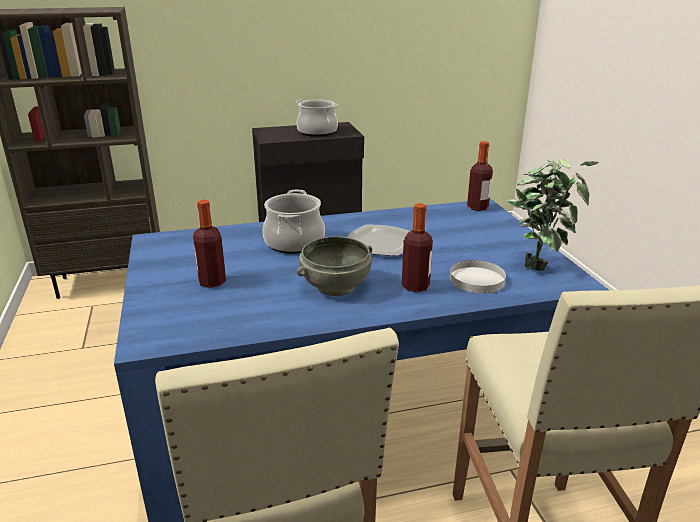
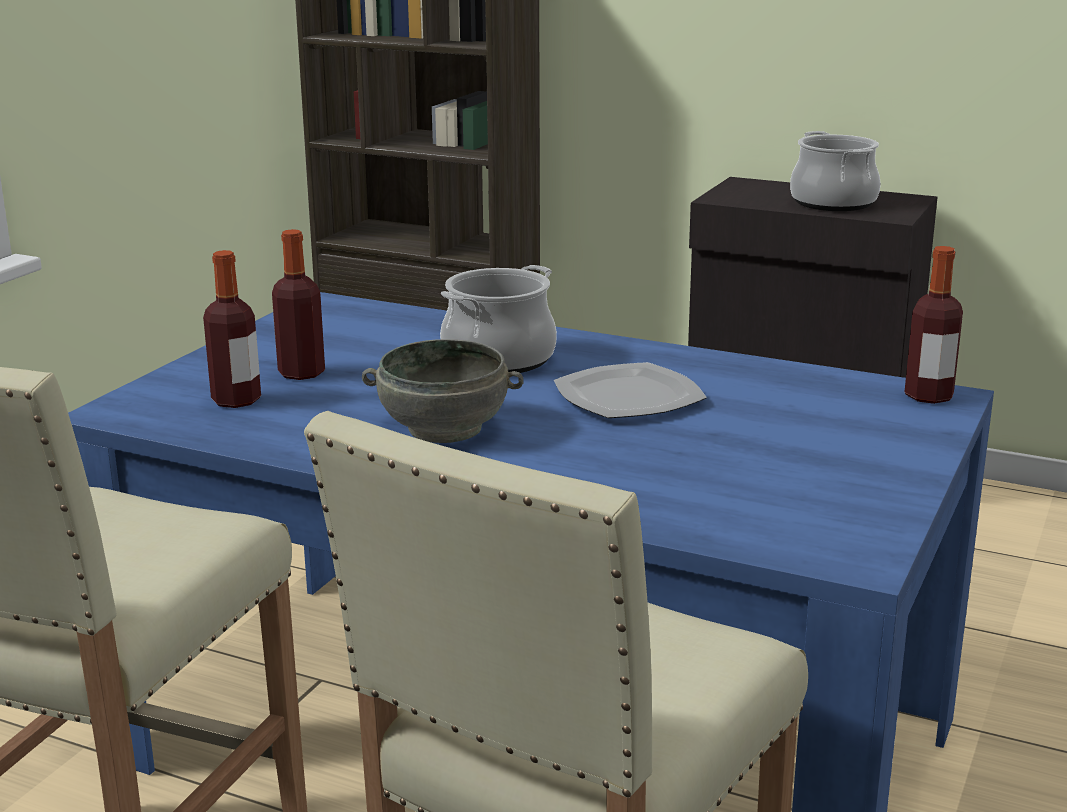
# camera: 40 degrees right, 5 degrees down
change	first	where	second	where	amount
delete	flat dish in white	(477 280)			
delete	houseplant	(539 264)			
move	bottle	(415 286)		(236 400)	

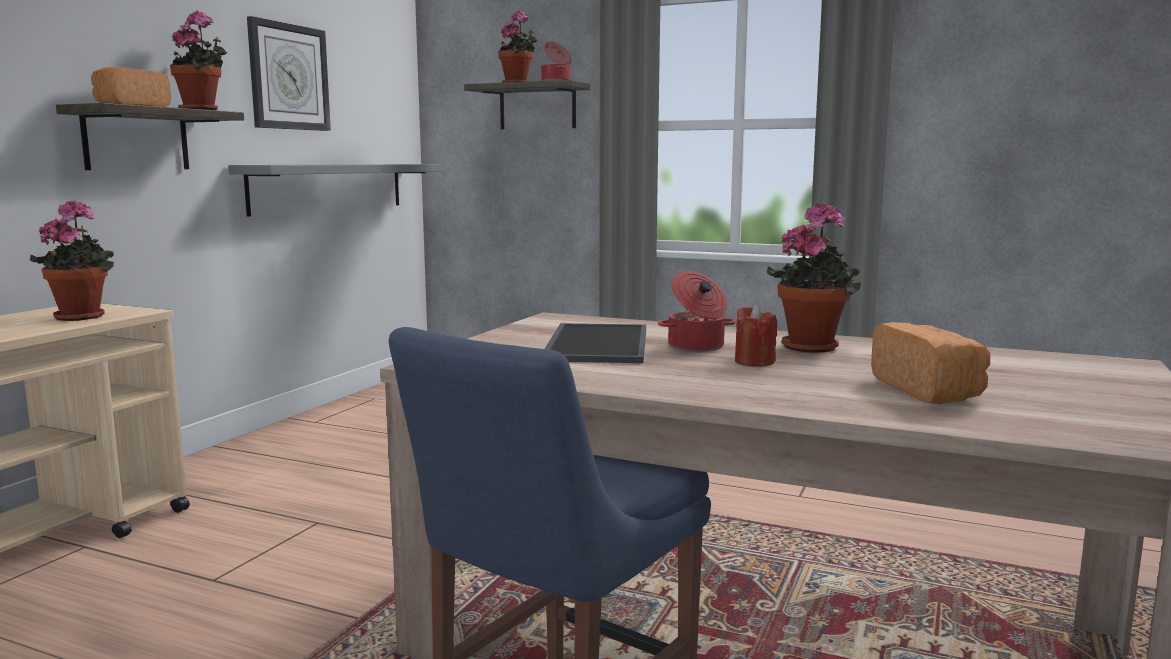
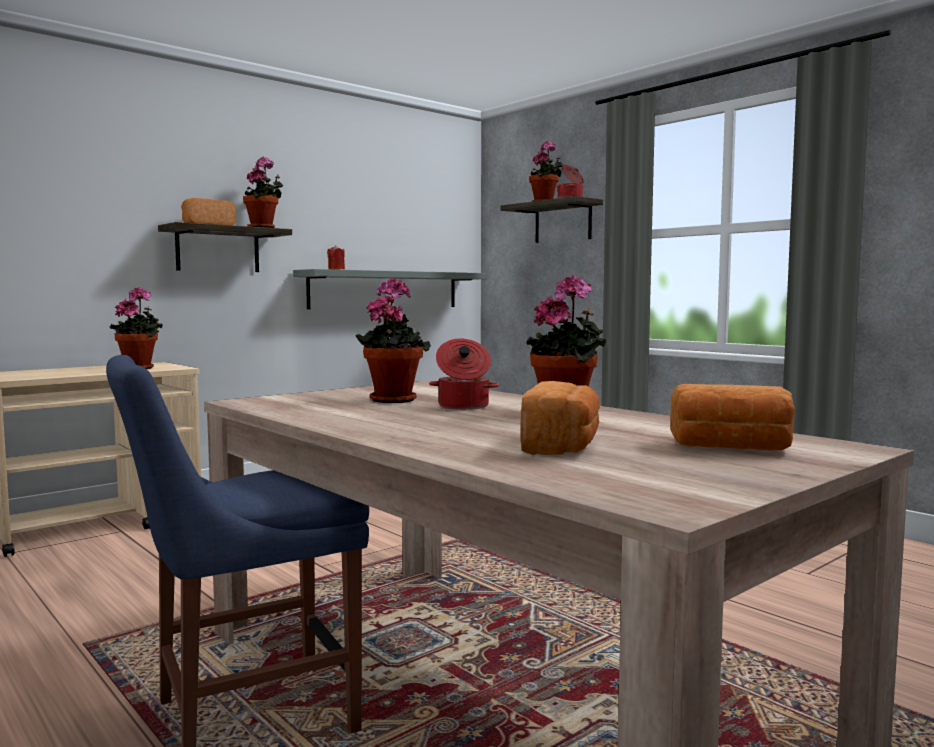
# camera: 25 degrees right, 5 degrees down
change	first	where	second	where	amount
delete	wall clock	(288 77)			
insert			bread	(731 448)	
move	candle in red	(754 362)		(336 269)	
replace	carrying tray	(595 343)	houseplant	(393 399)	

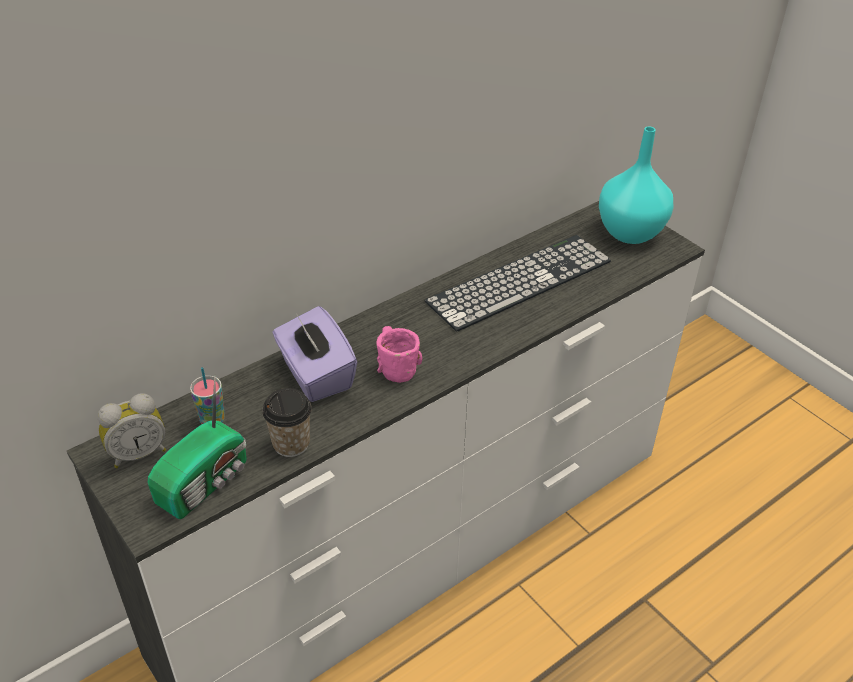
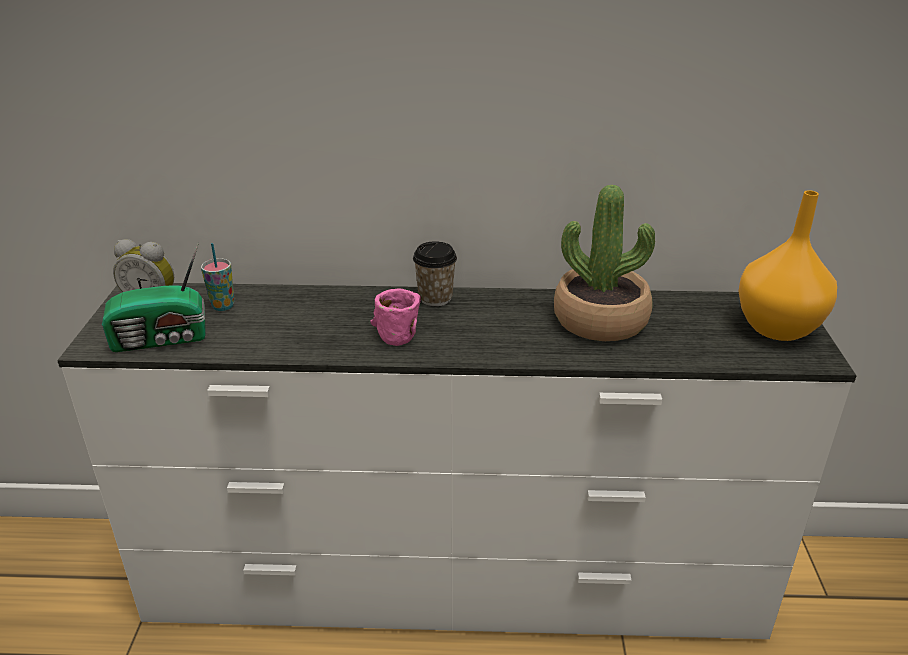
# camera: 40 degrees right, 10 degrees down
change	first	where	second	where	amount
delete	box of tissues in purplish	(315 375)			
move	drinking cup	(291 444)		(435 298)	
replace	keyboard	(519 281)	houseplant	(600 320)	
recolor	vase in turquoise-coloured	(631 232)	vase in orange-coloured	(779 329)	

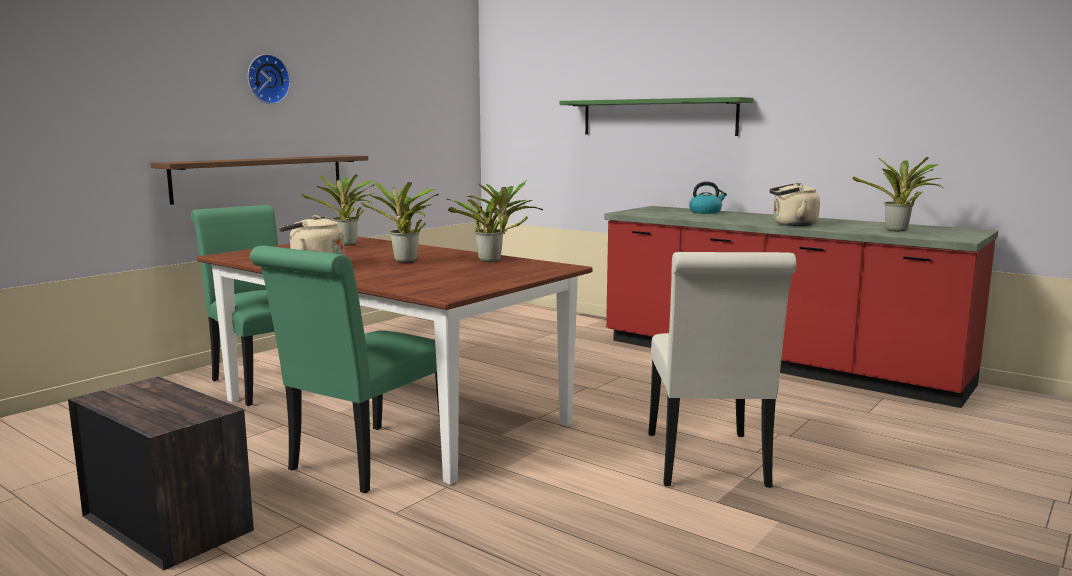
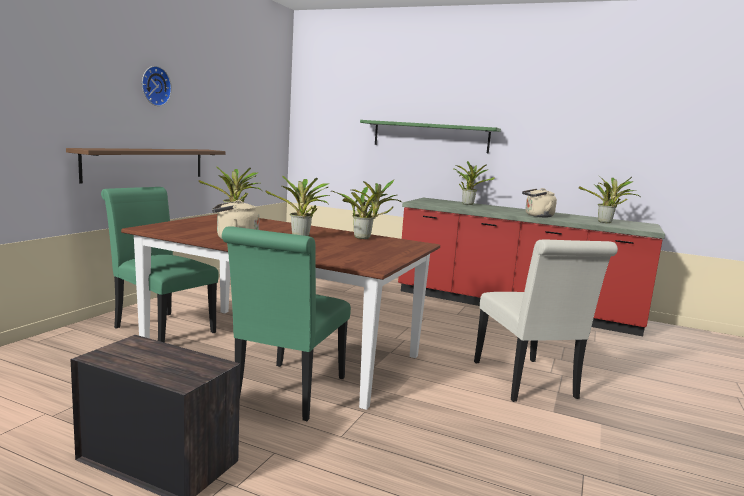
# camera: 15 degrees left, 0 degrees up
change	first	where	second	where	amount
replace	tea kettle	(706 212)	houseplant	(467 204)	

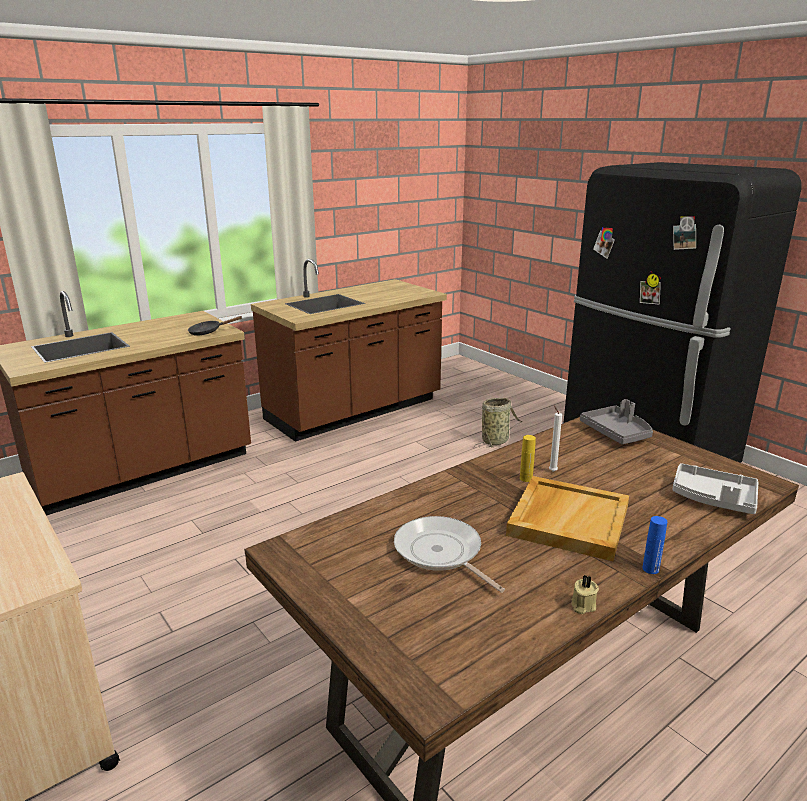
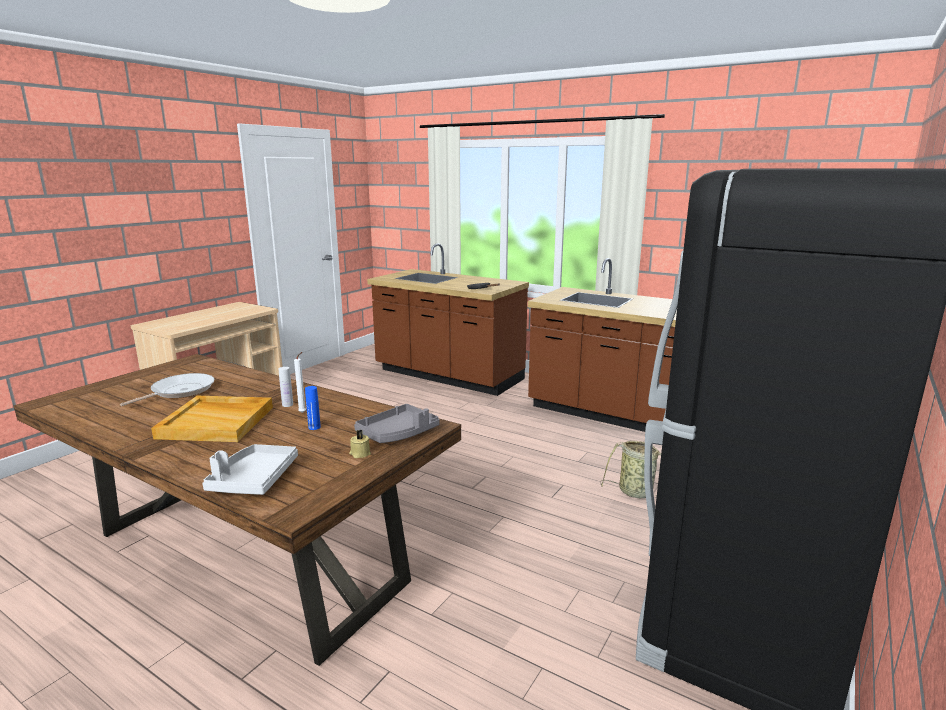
# camera: 70 degrees right, 5 degrees down
change	first	where	second	where	amount
move	candle in beige-coloured	(582 605)		(359 454)	
move	bottle in blue	(650 569)		(314 427)	
recolor	bottle in yellow	(526 478)	bottle in white	(287 405)	

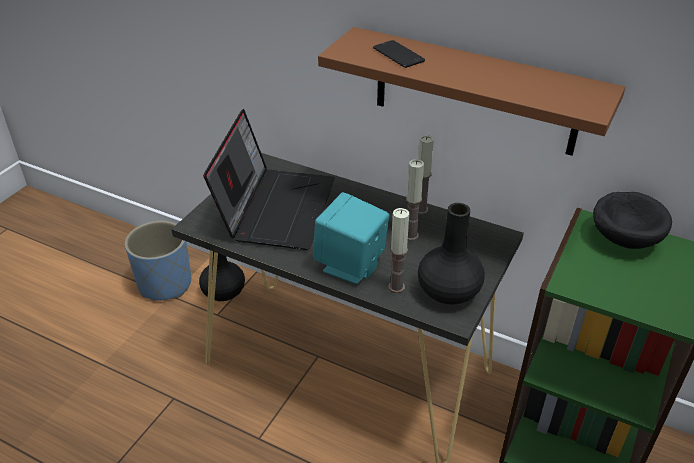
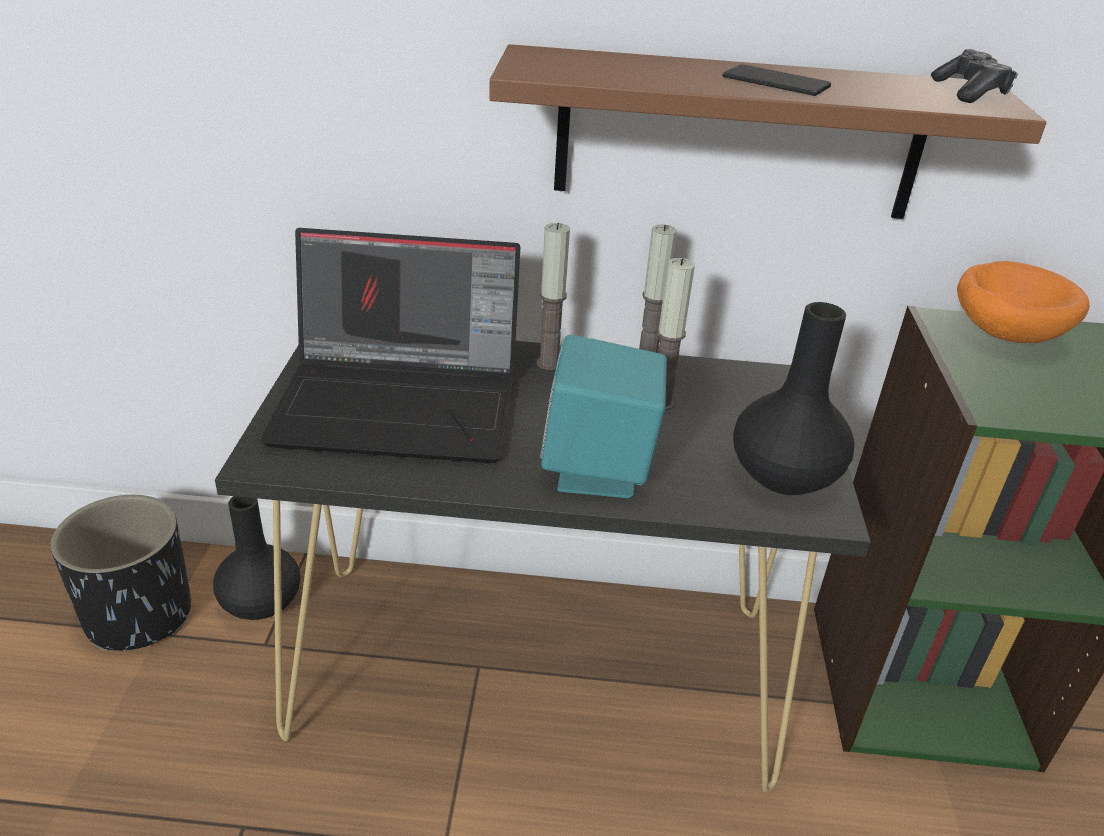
# camera: 25 degrees left, 5 degrees down
change	first	where	second	where	amount
insert			game controller	(970 92)	
move	handset	(398 55)		(775 82)	
move	candle	(396 287)		(549 363)	
recolor	planter in blue	(165 284)	planter in blackish	(139 615)	
recolor	bowl in blackish	(624 237)	bowl in orange-coloured	(1004 332)	
rotate	laptop	(276 207)		(402 403)	105 degrees clockwise

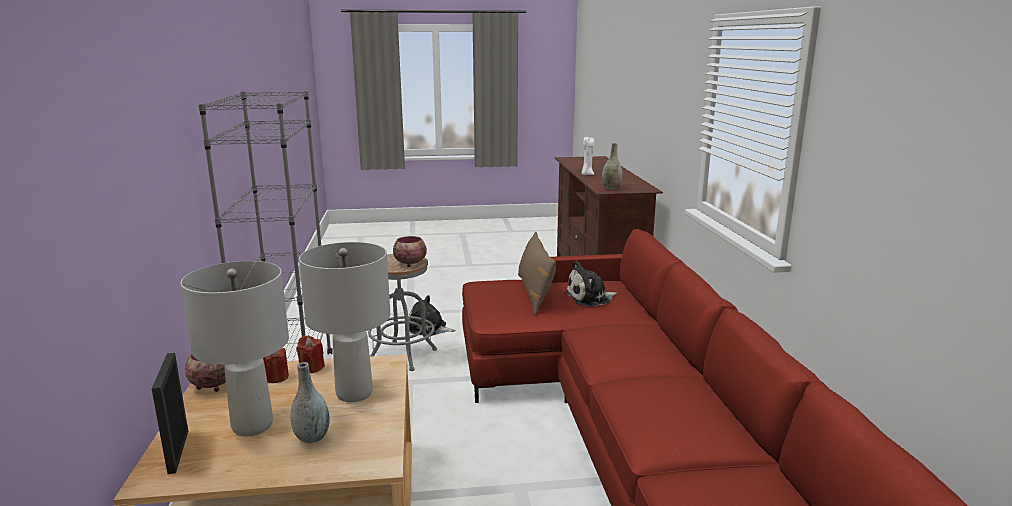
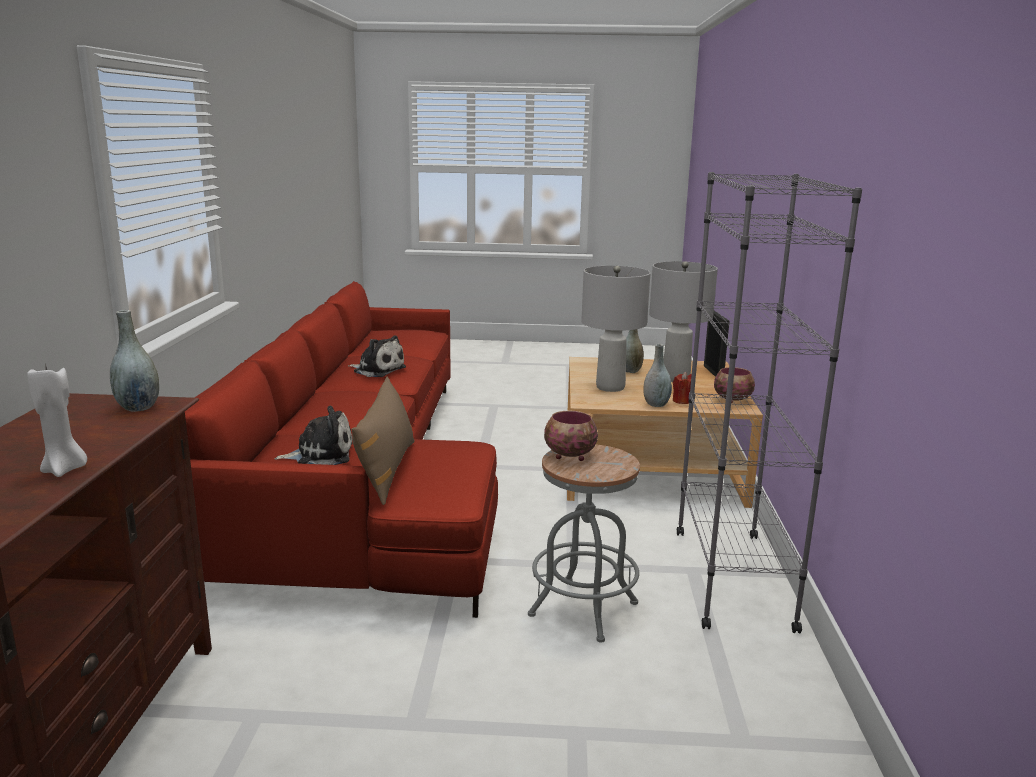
# camera: 170 degrees left, 0 degrees up
change	first	where	second	where	amount
move	soft toy	(429 328)		(377 370)	
replace	candle in red	(311 368)	vase in greyish	(656 404)	

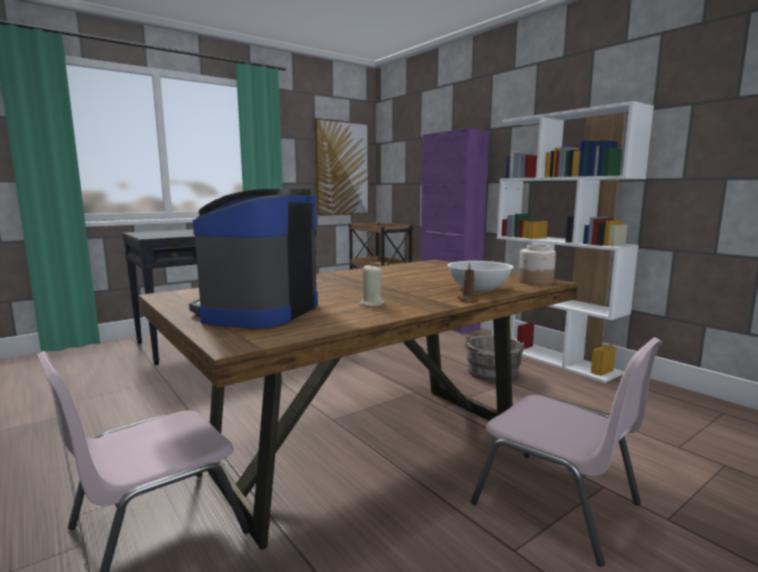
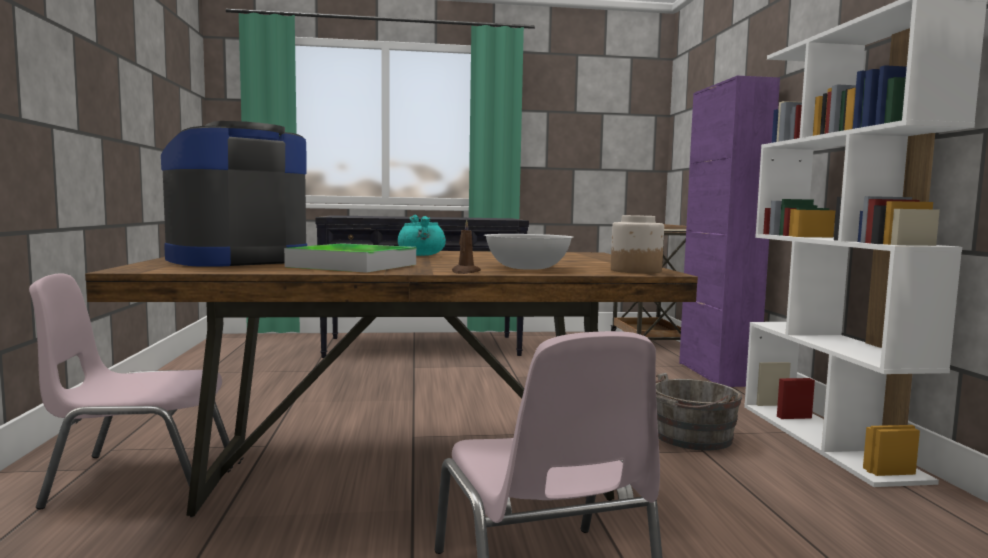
# camera: 30 degrees right, 5 degrees down
change	first	where	second	where	amount
delete	wall art	(342 168)			
insert			stockpot in turquoise-coloured	(421 255)	
replace	candle in beige-coloured	(371 304)	carrying tray	(353 265)	

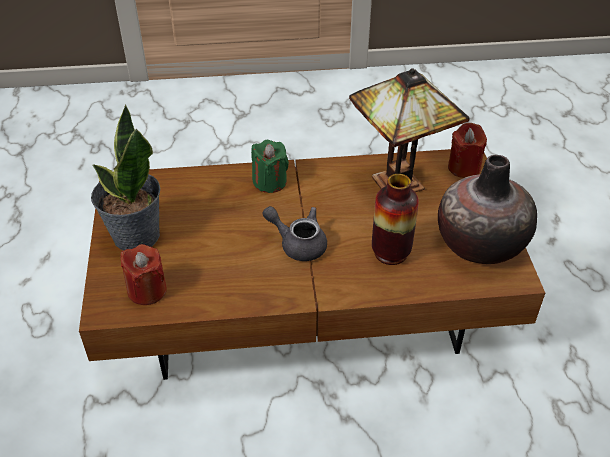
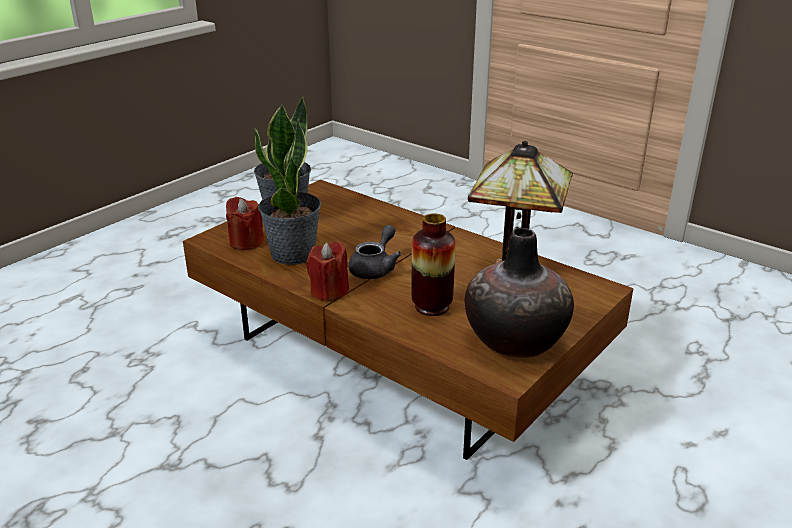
# camera: 45 degrees right, 15 degrees down
change	first	where	second	where	amount
delete	candle in green	(270 182)			
insert			houseplant	(293 254)	
move	candle in red	(464 167)		(329 291)	
rotate	teapot in greyish	(298 243)		(375 268)	45 degrees clockwise

